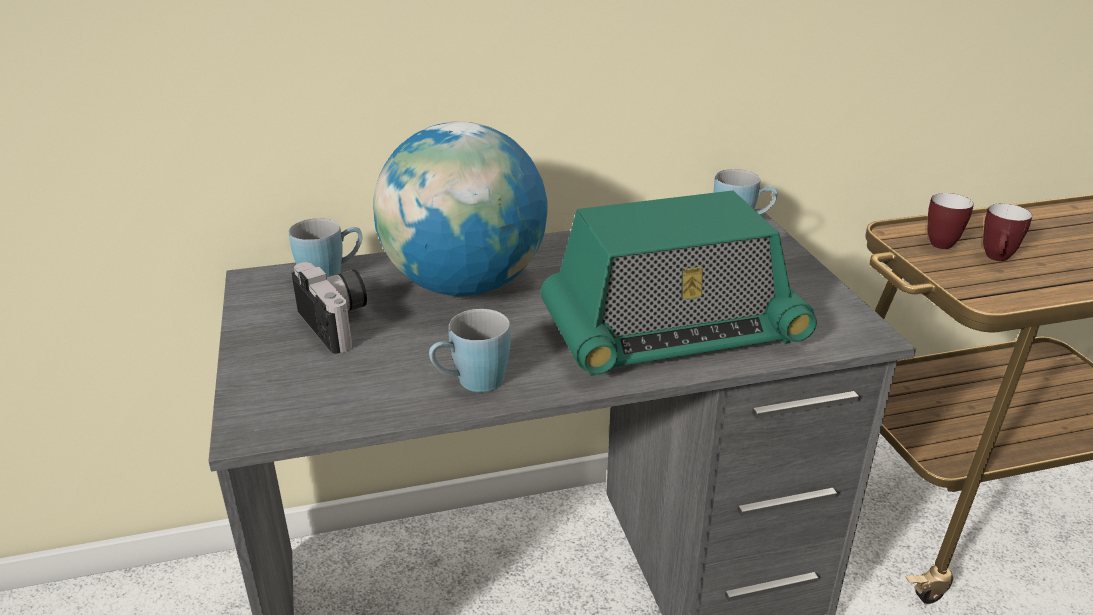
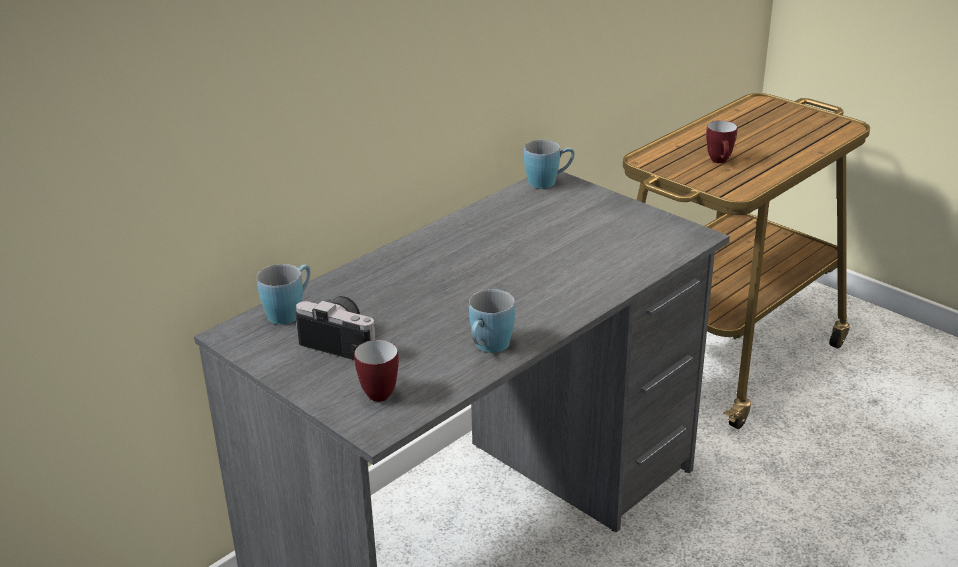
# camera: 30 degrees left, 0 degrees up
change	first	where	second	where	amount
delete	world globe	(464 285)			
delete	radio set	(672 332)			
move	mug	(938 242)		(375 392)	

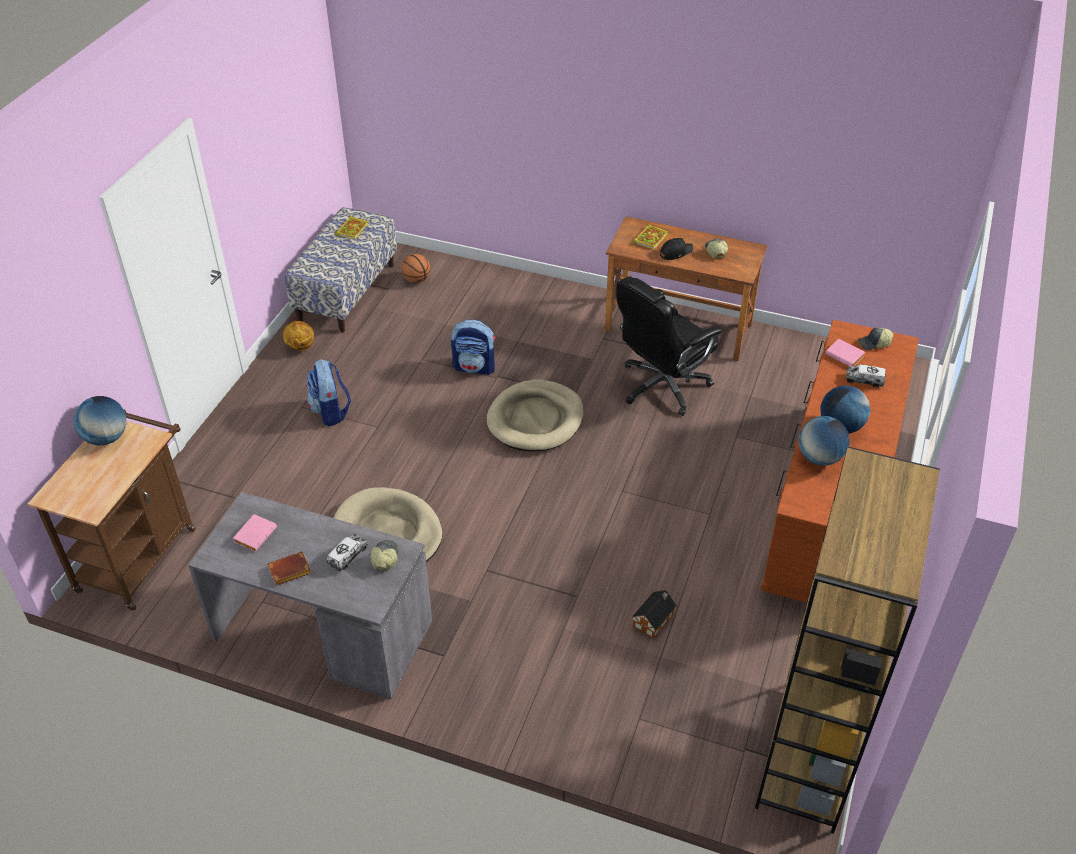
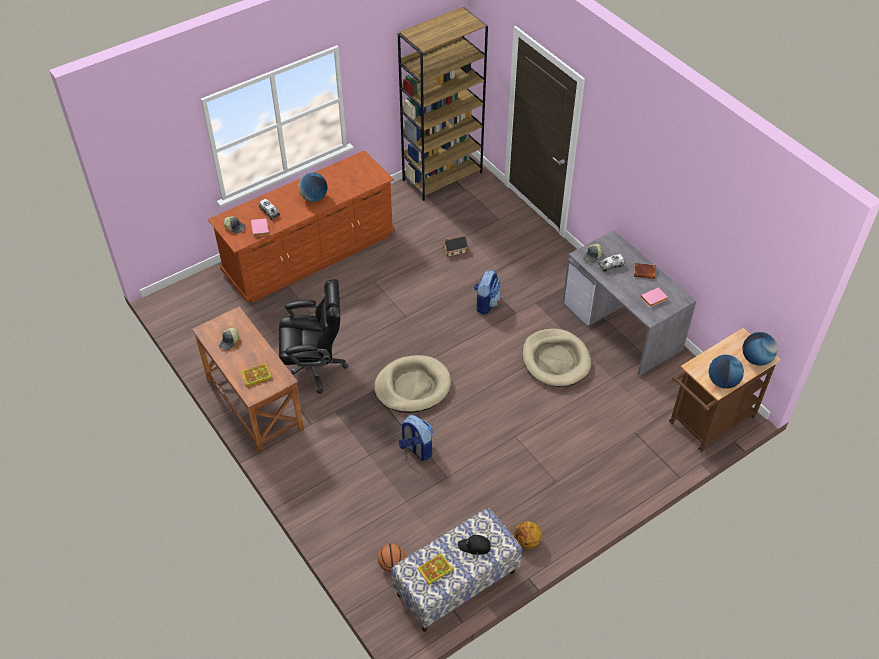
# camera: 145 degrees left, 5 degrees up
change	first	where	second	where	amount
move	backpack	(331 412)		(486 303)	
move	peaked cap in blackish	(675 252)		(475 546)	
move	world globe	(819 458)		(756 359)	

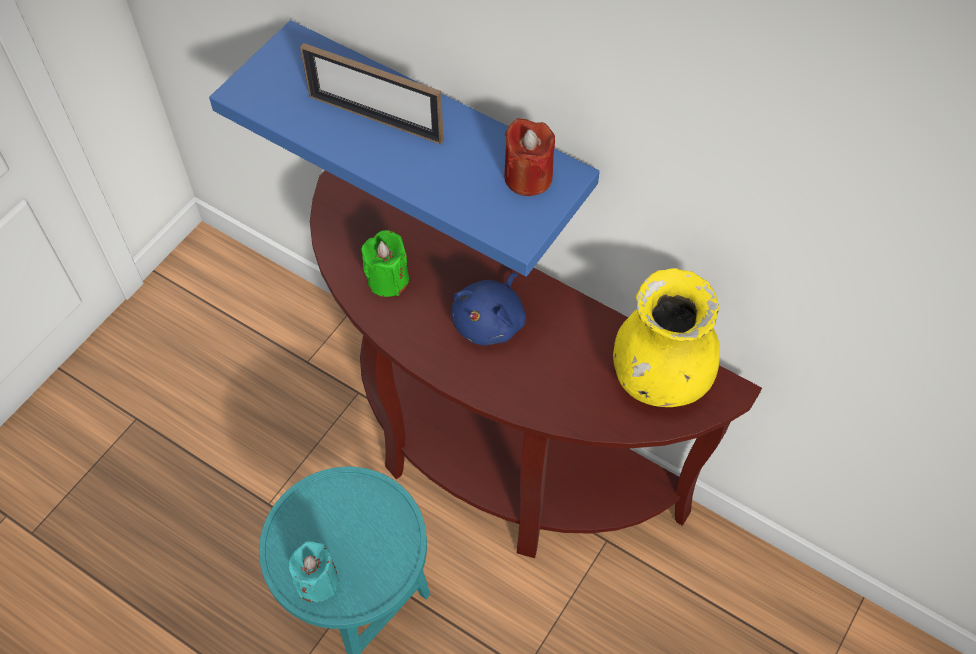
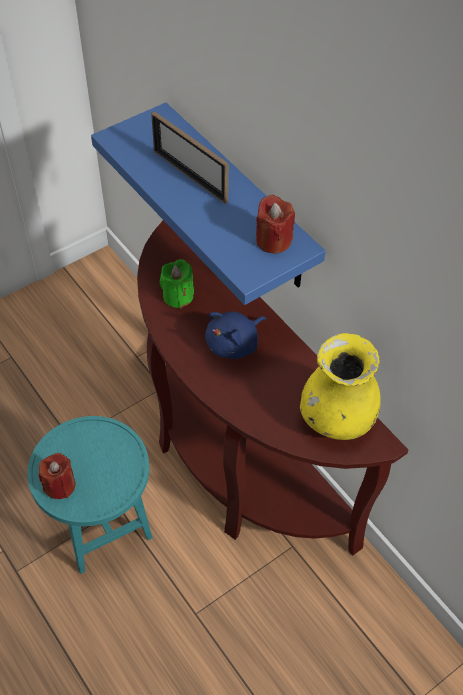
# camera: 20 degrees right, 5 degrees down
change	first	where	second	where	amount
recolor	candle in turquoise-coloured	(317 581)	candle in red	(60 485)	

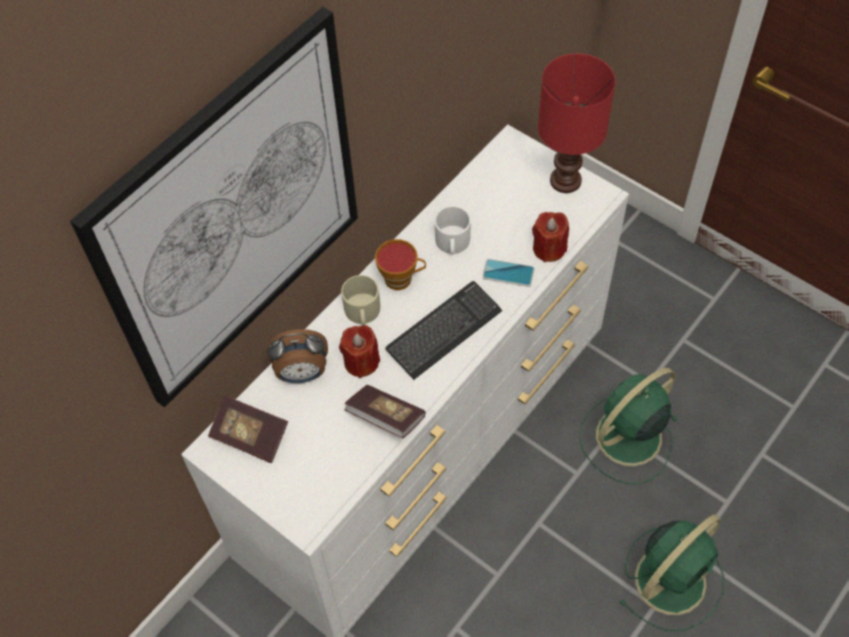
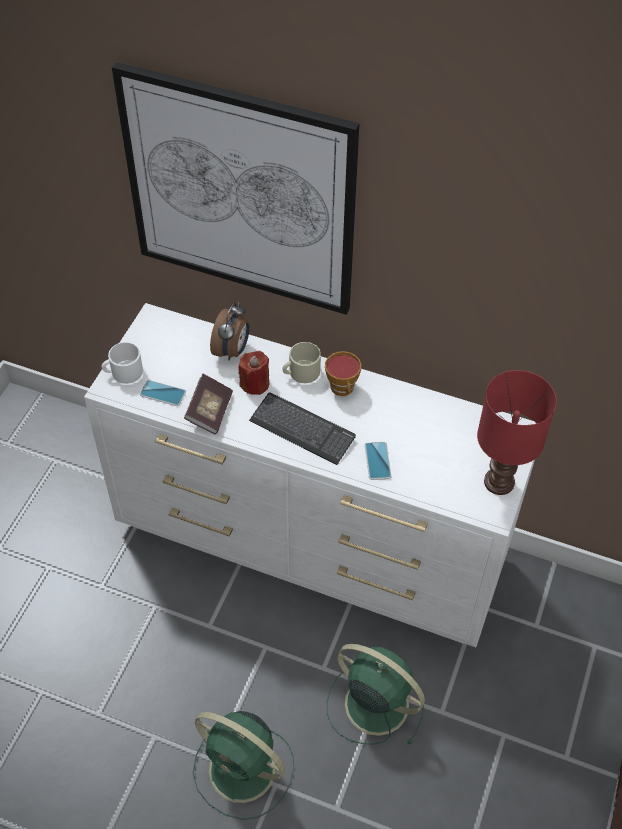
# camera: 70 degrees right, 5 degrees down
change	first	where	second	where	amount
delete	bound book	(250 436)			
delete	candle in red	(549 248)			
insert			handset	(163 393)	
move	mug in white	(452 243)		(123 372)	
rotate	alarm clock	(302 373)		(232 350)	135 degrees counterclockwise

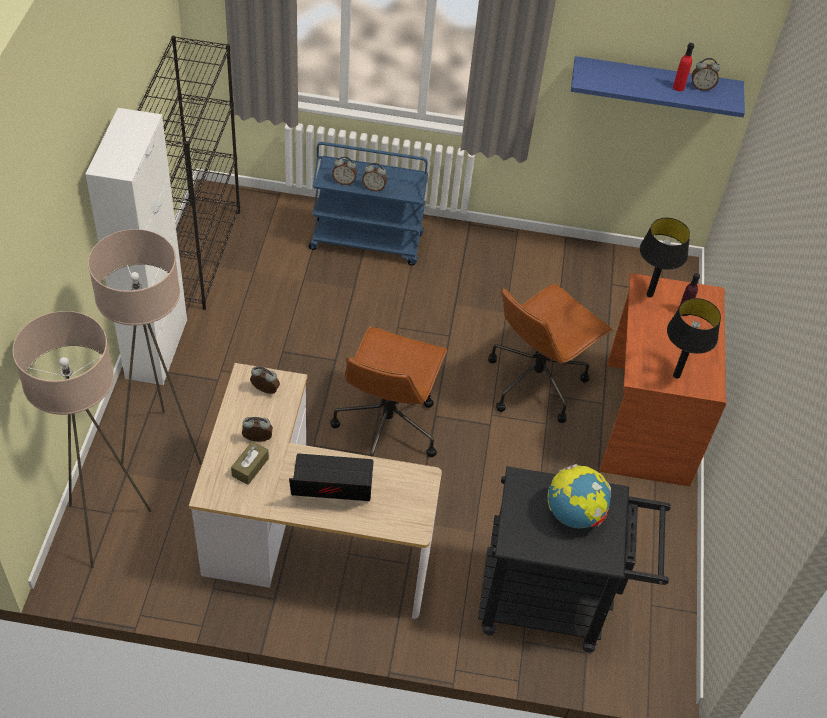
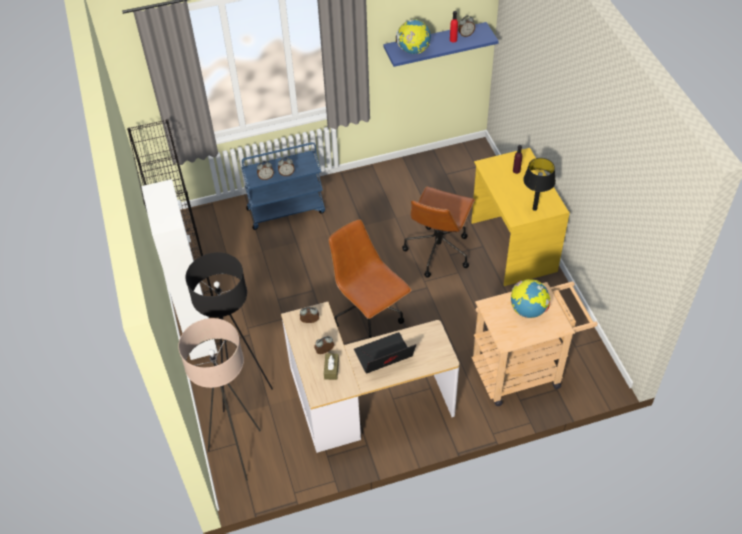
# camera: 20 degrees left, 0 degrees up
change	first	where	second	where	amount
delete	lamp for a table in blackish	(649 294)			
insert			world globe	(413 51)	
recolor	standing lamp in beige-coloured	(162 446)	standing lamp in blackish	(242 389)	
recolor	cart in blackish	(554 602)	cart in beige-coloured	(524 370)	
recolor	desk unit in brown	(645 422)	desk unit in yellow	(512 246)	
rotate	computer chair in brown	(387 427)		(369 316)	150 degrees clockwise

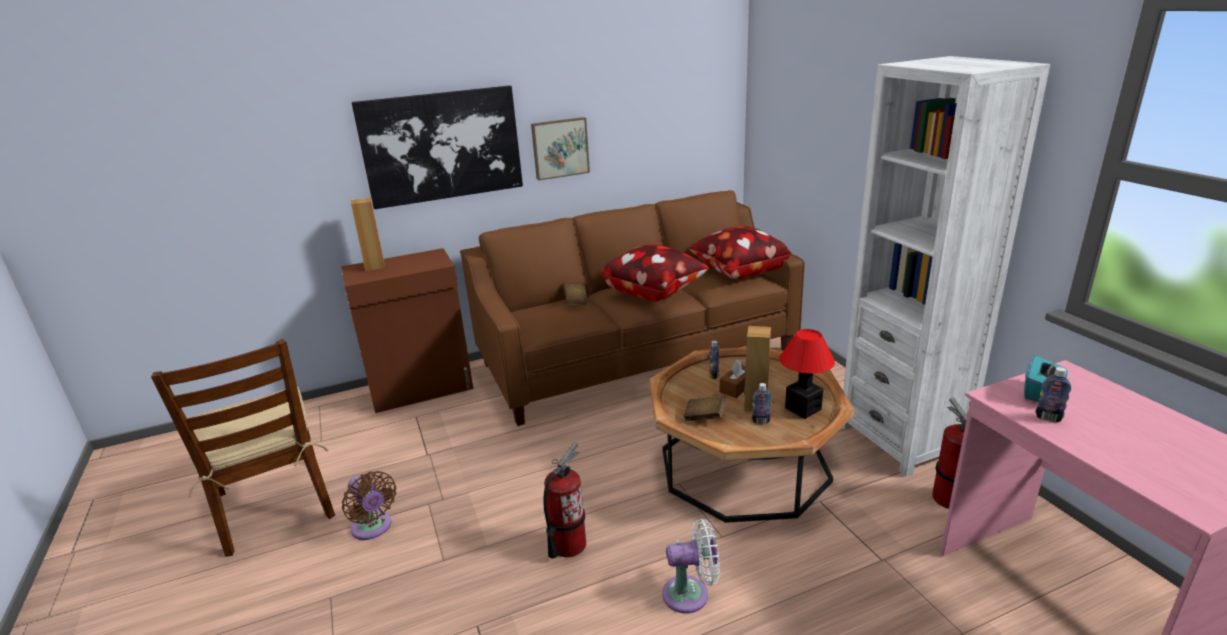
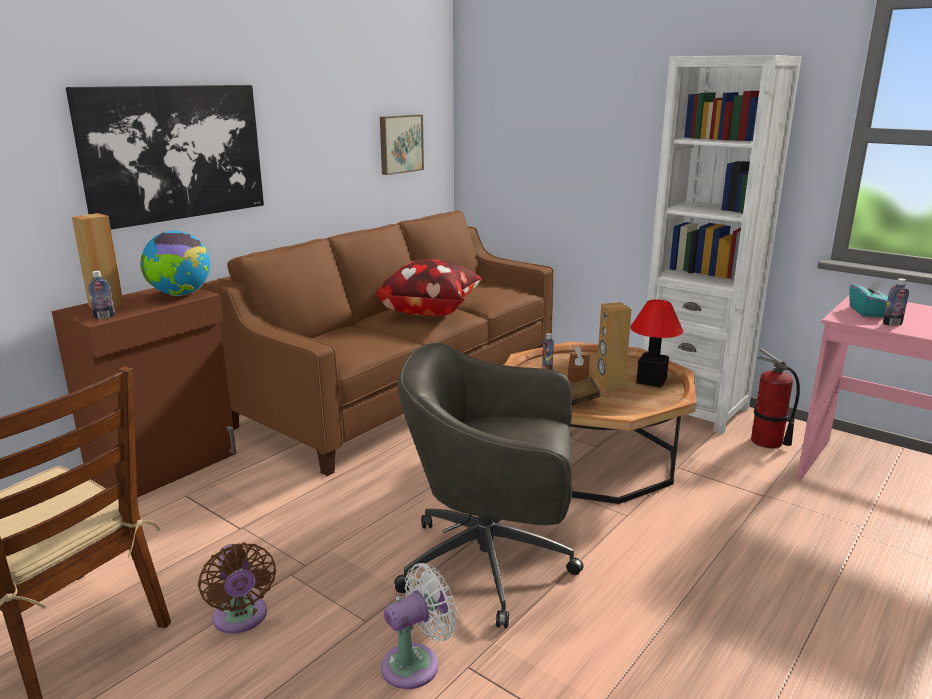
# camera: 30 degrees left, 5 degrees down
change	first	where	second	where	amount
delete	bound book in brown	(576 301)			
delete	cushion	(737 272)			
insert			world globe	(180 295)	
move	wall art	(560 148)		(400 144)	
move	electric fan in white	(690 594)		(416 663)	
move	bottle	(761 421)		(104 317)	
replace	fire extinguisher	(568 545)	computer chair in greyish	(492 564)	
rotate	electric fan in brown	(373 528)		(241 619)	45 degrees clockwise

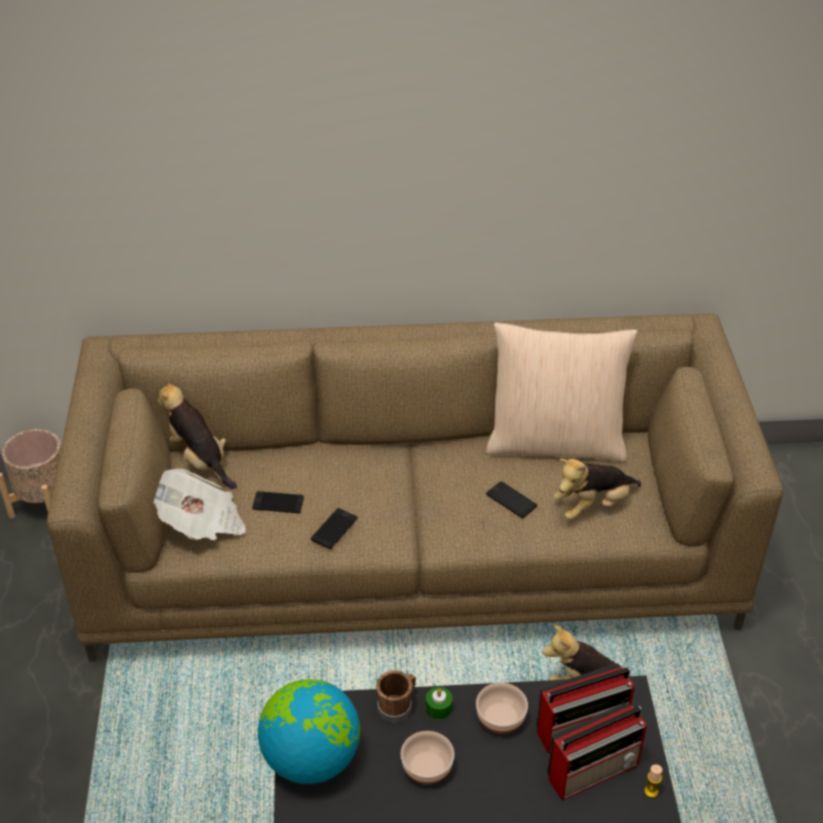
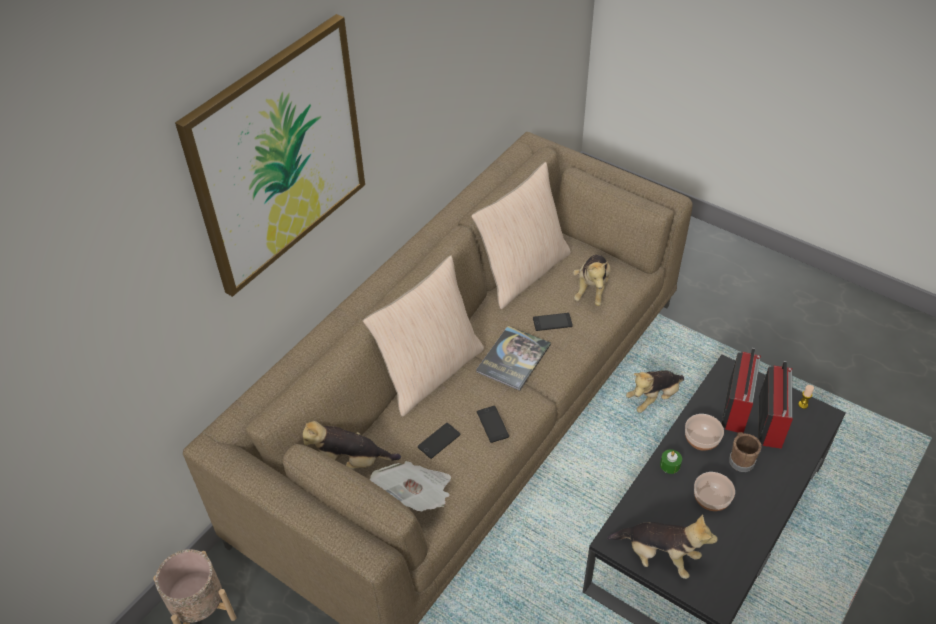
# camera: 50 degrees left, 5 degrees up
change	first	where	second	where	amount
insert			wall art	(279 156)	
insert			cushion in beige-coloured	(430 372)	
insert			bound book	(513 358)	
move	mug in brown	(397 706)		(740 458)	
replace	world globe	(311 759)	soft toy	(659 556)	

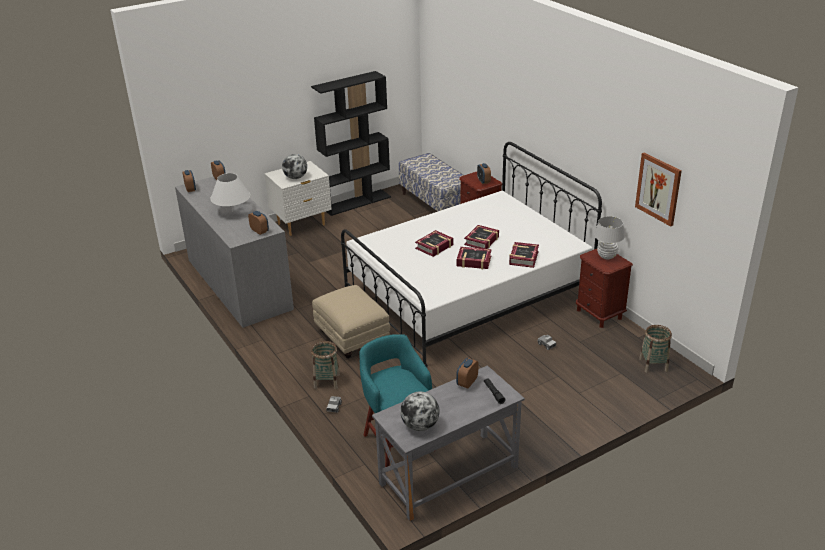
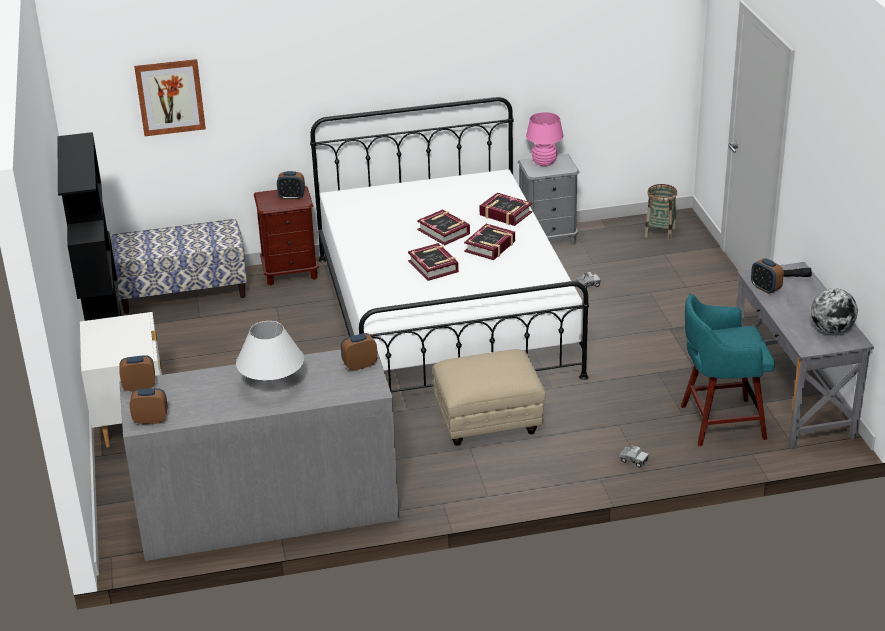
# camera: 70 degrees left, 0 degrees up
change	first	where	second	where	amount
delete	world globe	(295 177)			
delete	basket	(327 381)			
move	wall art	(658 188)		(170 97)	
recolor	night table in brown	(599 314)	night table in greyish	(548 238)	
recolor	lamp for a table in white	(607 256)	lamp for a table in pinkish	(544 163)	

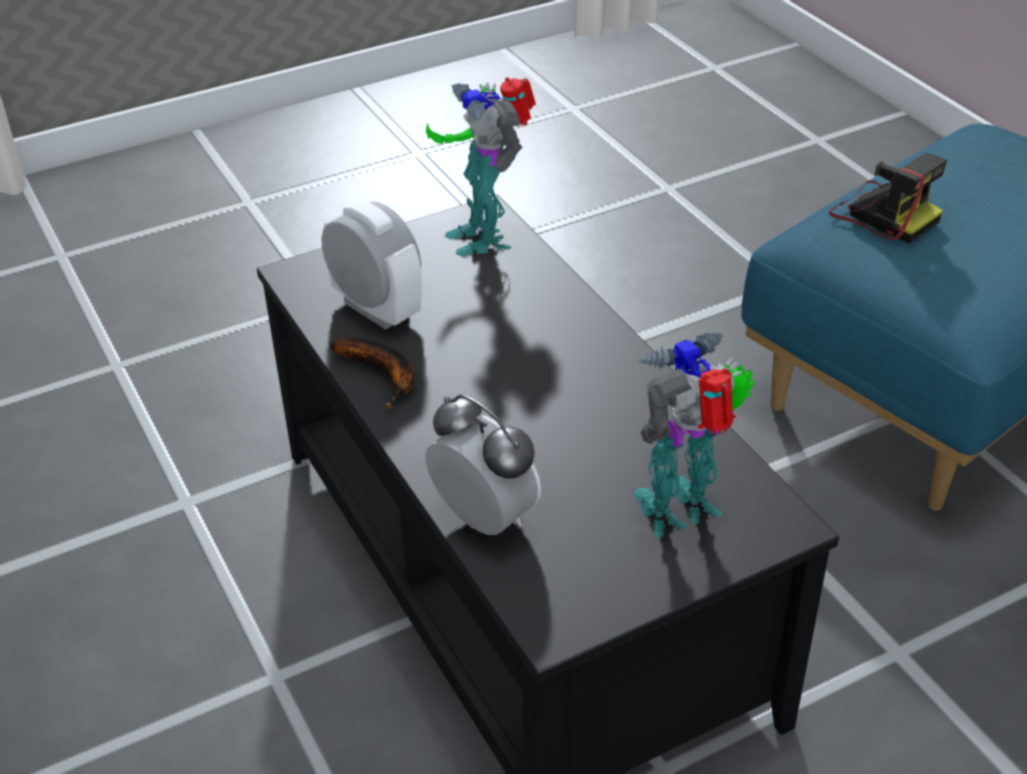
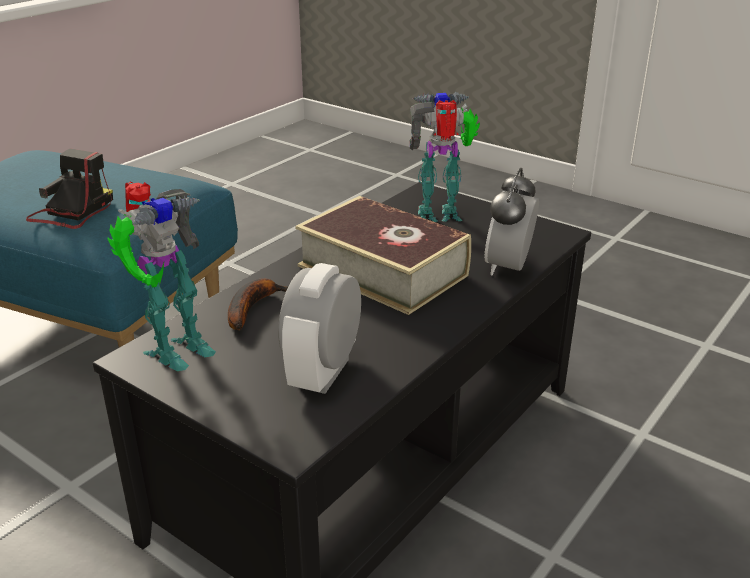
# camera: 115 degrees left, 10 degrees down
change	first	where	second	where	amount
insert			bound book	(382 270)	
move	whole banana	(383 375)		(253 307)	
rotate	toy robot	(683 511)		(441 216)	135 degrees clockwise

